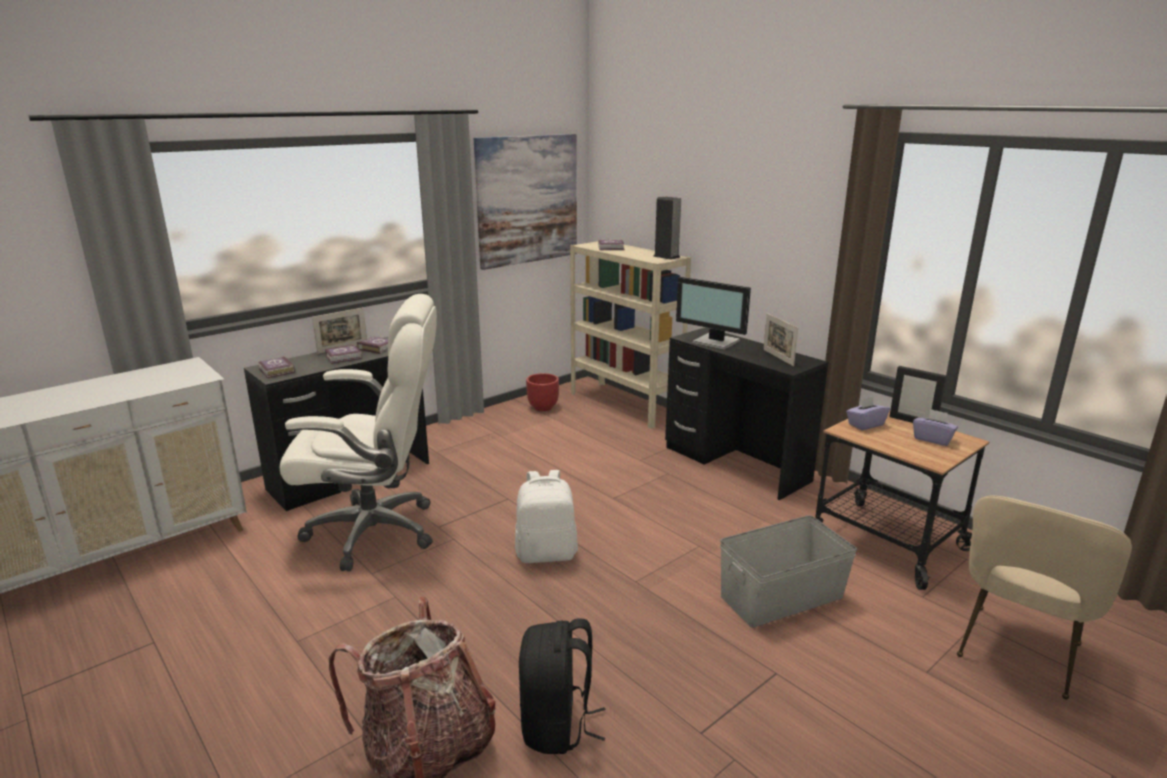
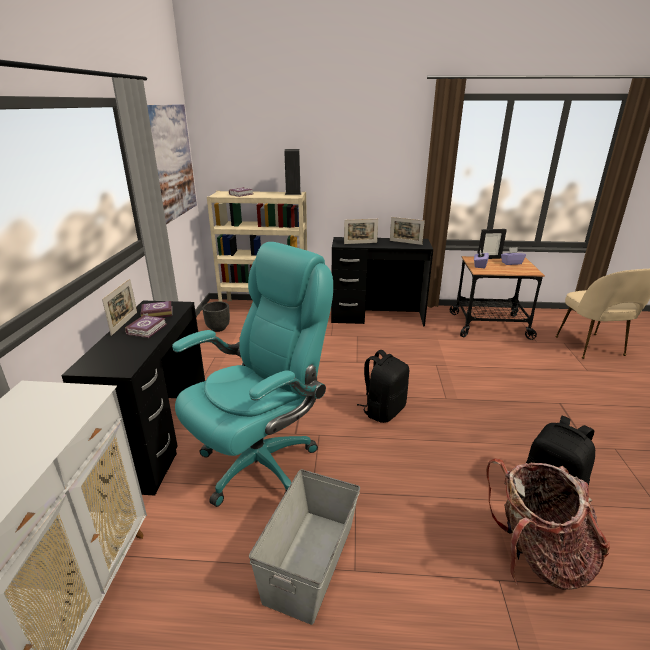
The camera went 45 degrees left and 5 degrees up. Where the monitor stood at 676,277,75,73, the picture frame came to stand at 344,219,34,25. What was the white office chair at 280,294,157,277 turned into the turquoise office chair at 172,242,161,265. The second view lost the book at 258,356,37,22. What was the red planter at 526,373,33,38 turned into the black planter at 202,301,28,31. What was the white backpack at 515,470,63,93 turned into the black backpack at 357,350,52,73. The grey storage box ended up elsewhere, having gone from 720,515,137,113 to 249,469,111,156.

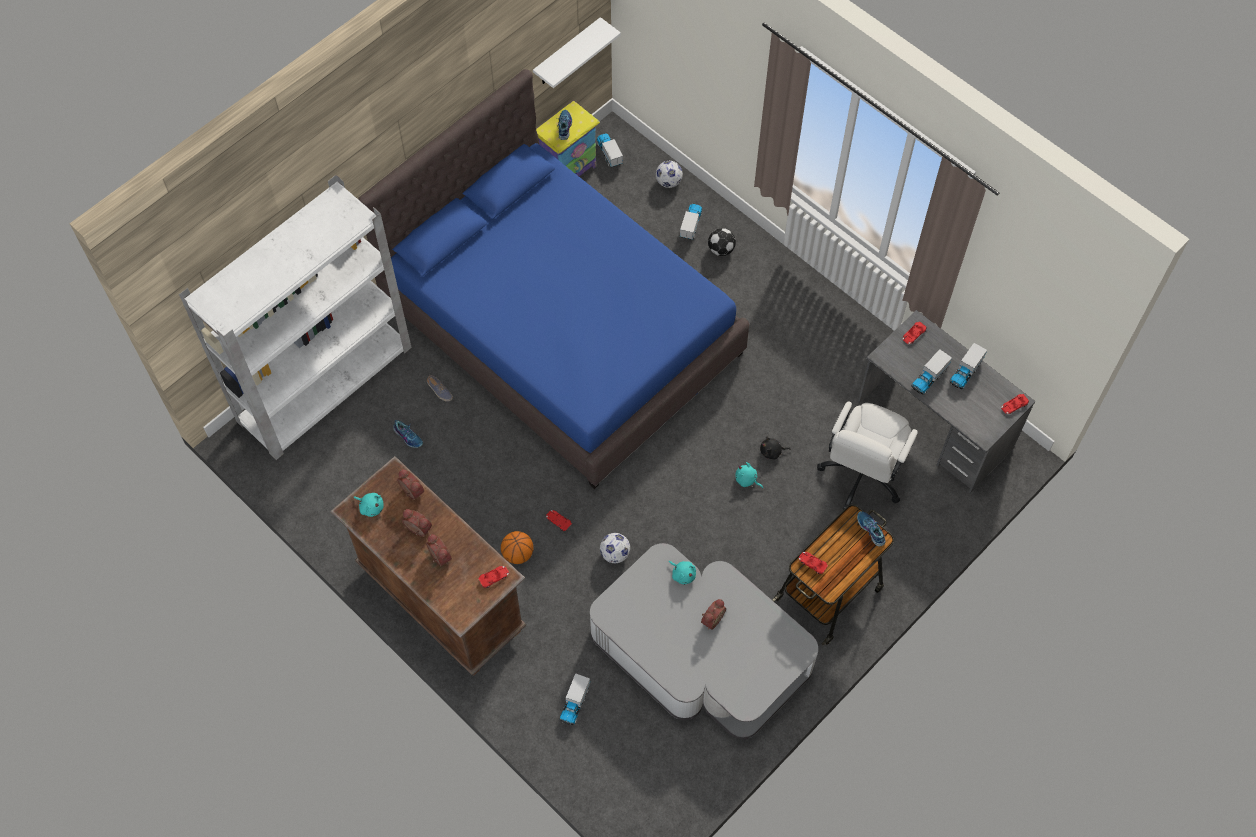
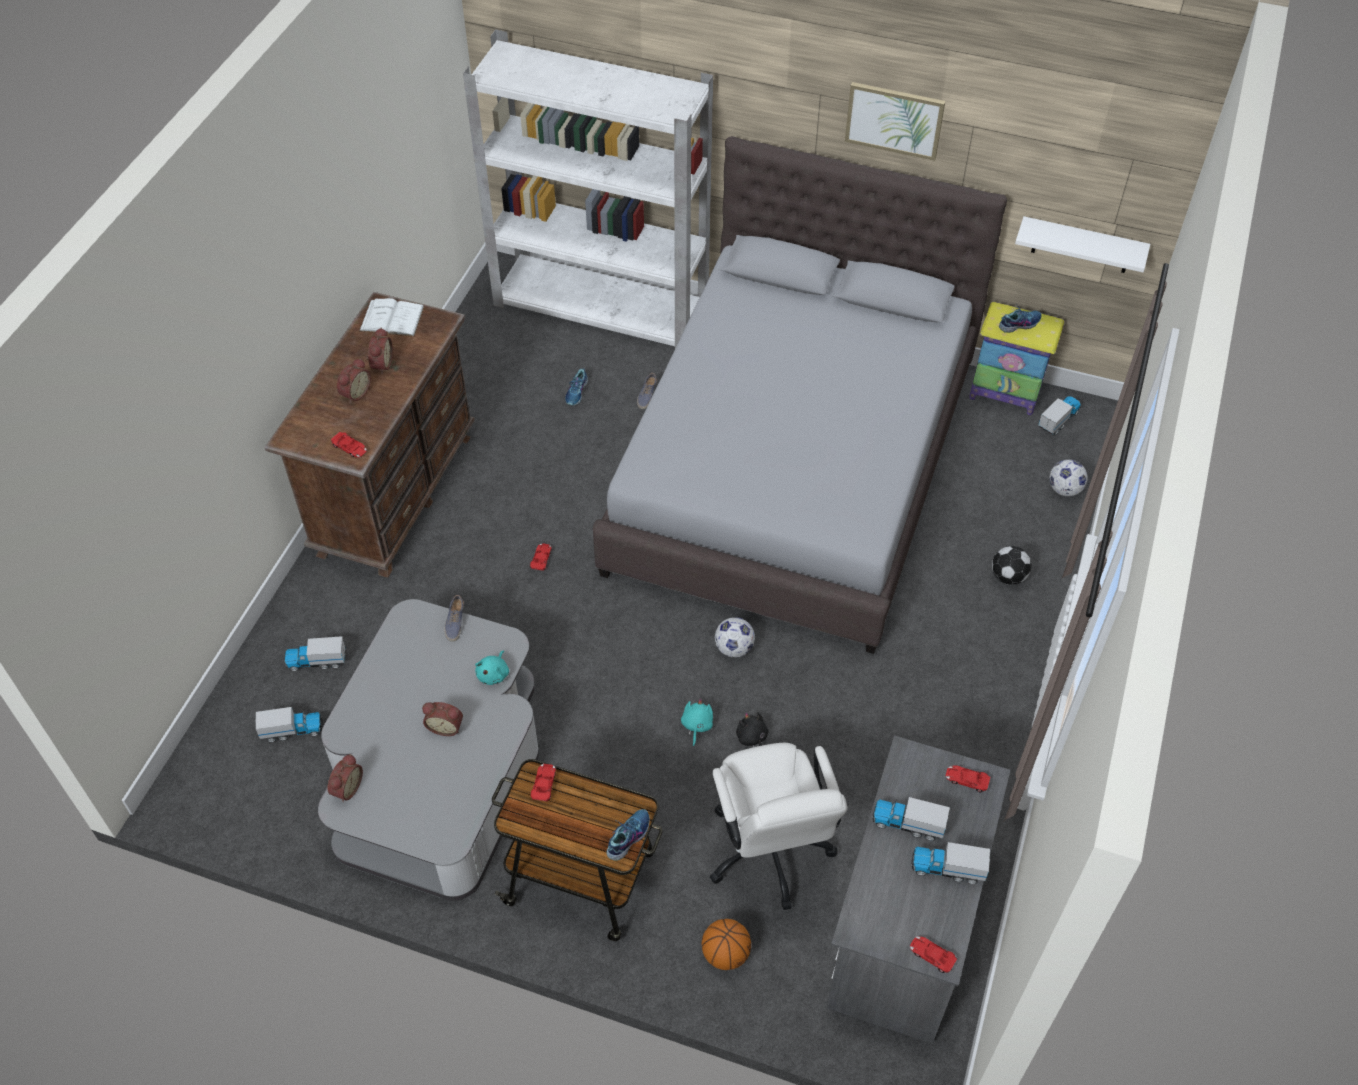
The camera went 65 degrees right and 10 degrees down. What was the blue bed at 358,69,391,420 turned into the grey bed at 593,136,414,518. The toy truck ended up elsewhere, having gone from 680,204,22,36 to 255,707,68,36. The white office chair at 817,402,100,107 ended up facing another way, 105 degrees counterclockwise from before. The alarm clock ended up elsewhere, having gone from 397,469,27,31 to 327,754,36,48. Where the turquoise plush toy stood at 353,493,31,24, the white book came to stand at 359,298,66,39. The basketball ended up elsewhere, having gone from 501,531,33,33 to 701,919,50,51. The football ended up elsewhere, having gone from 600,533,30,30 to 715,617,40,41. The second view gained the picture at 845,82,100,79. The second view gained the shoe at 444,595,20,47.

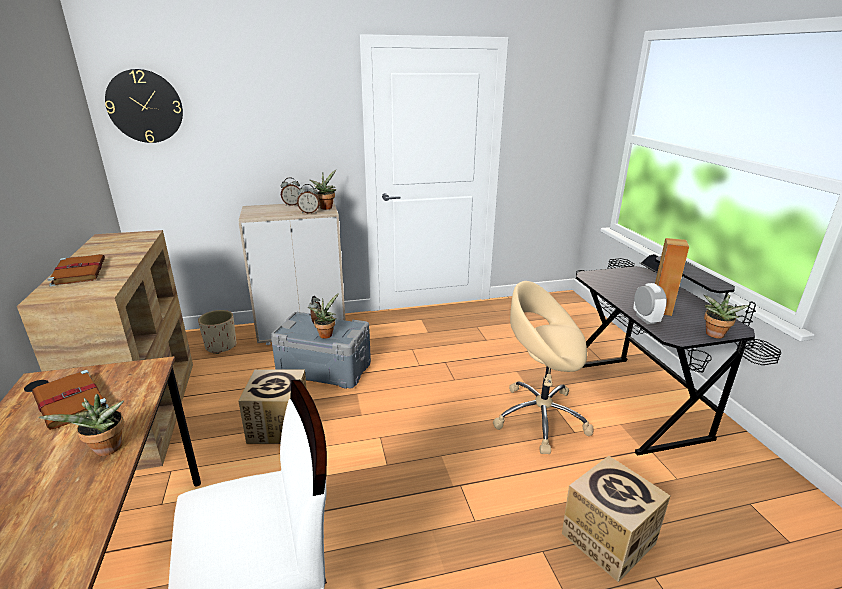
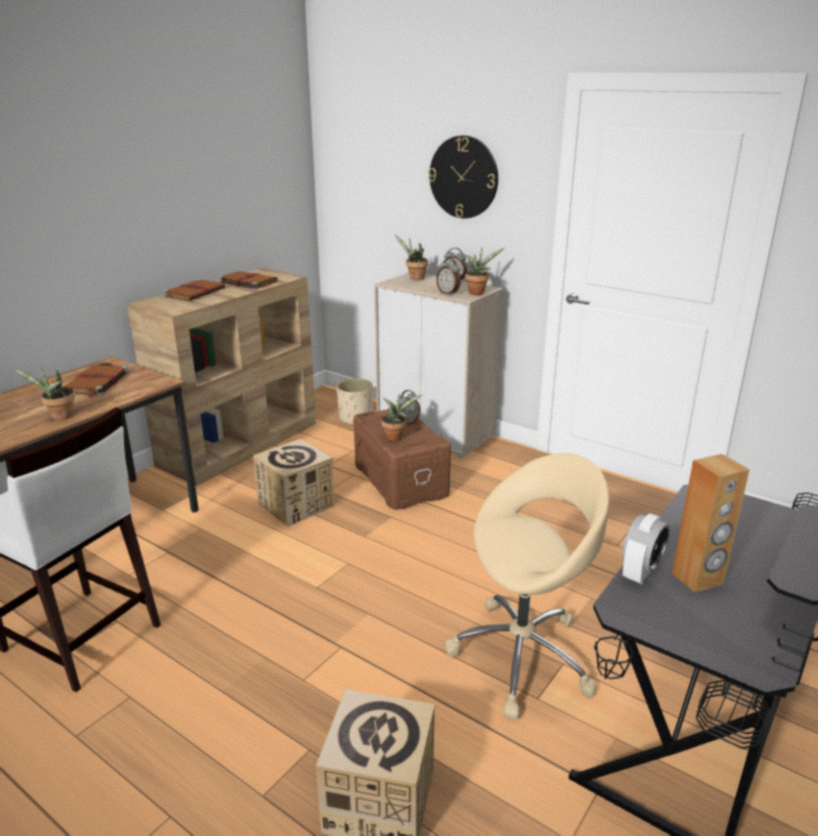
The camera went 50 degrees right and 0 degrees up. The wall clock ended up elsewhere, having gone from 105,69,78,74 to 428,135,70,83. The beige office chair at 493,281,101,173 ended up facing another way, 105 degrees clockwise from before. The potted plant ended up elsewhere, having gone from 704,294,46,45 to 395,235,33,45. What was the grey storage box at 271,312,100,77 turned into the brown storage box at 354,408,97,102. The second view gained the brown book at 218,271,60,19.

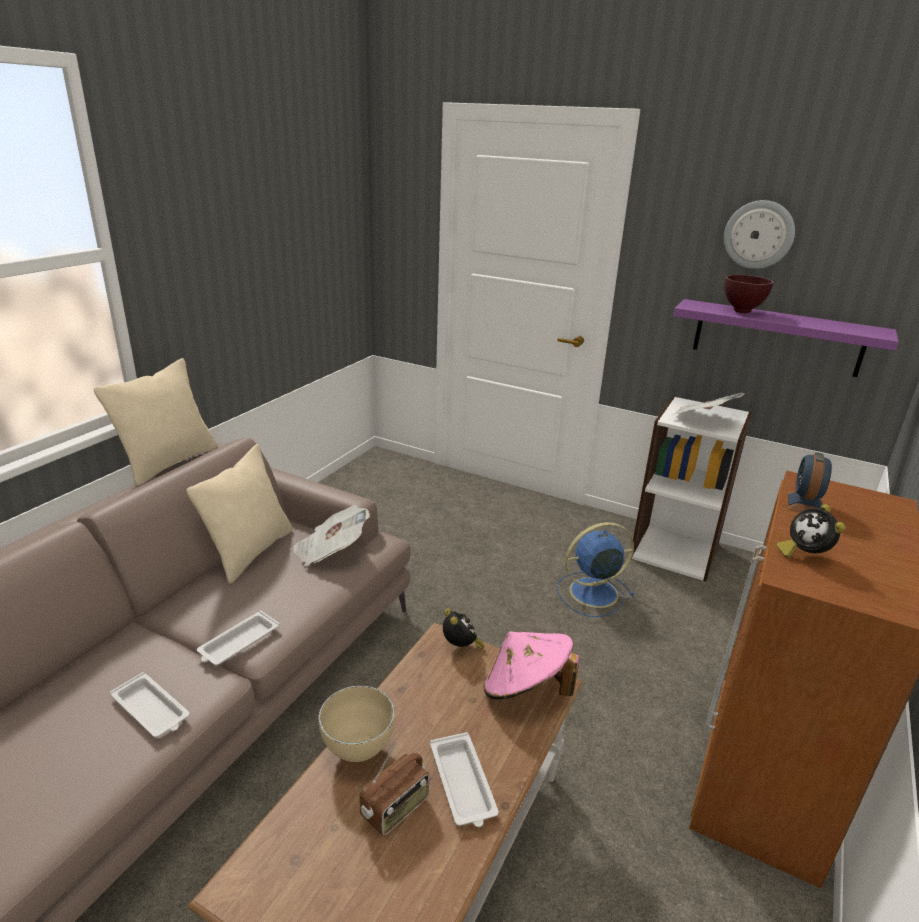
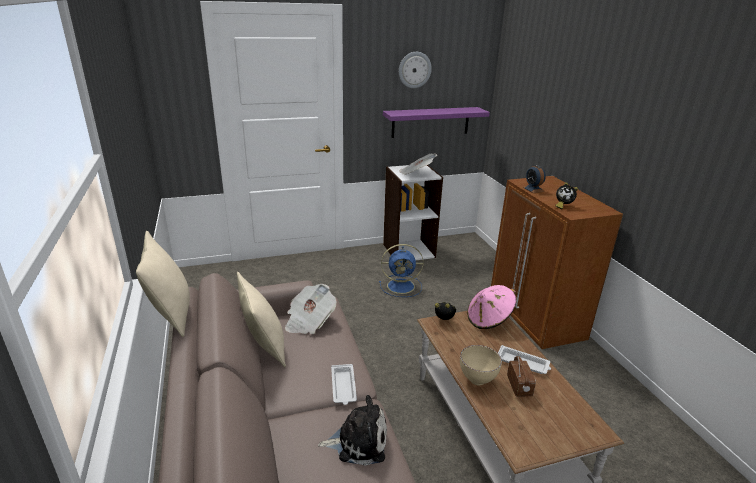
The camera went 45 degrees left and 0 degrees up. The second view lost the brown bowl at 724,275,49,38. The blue fan at 557,522,77,95 ended up facing another way, 120 degrees counterclockwise from before. Where the white tray stood at 110,672,80,65, the plush toy came to stand at 318,395,69,71.

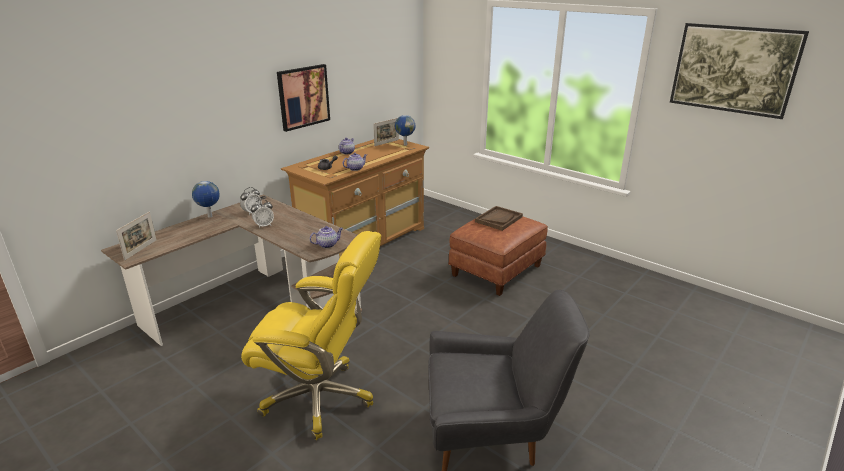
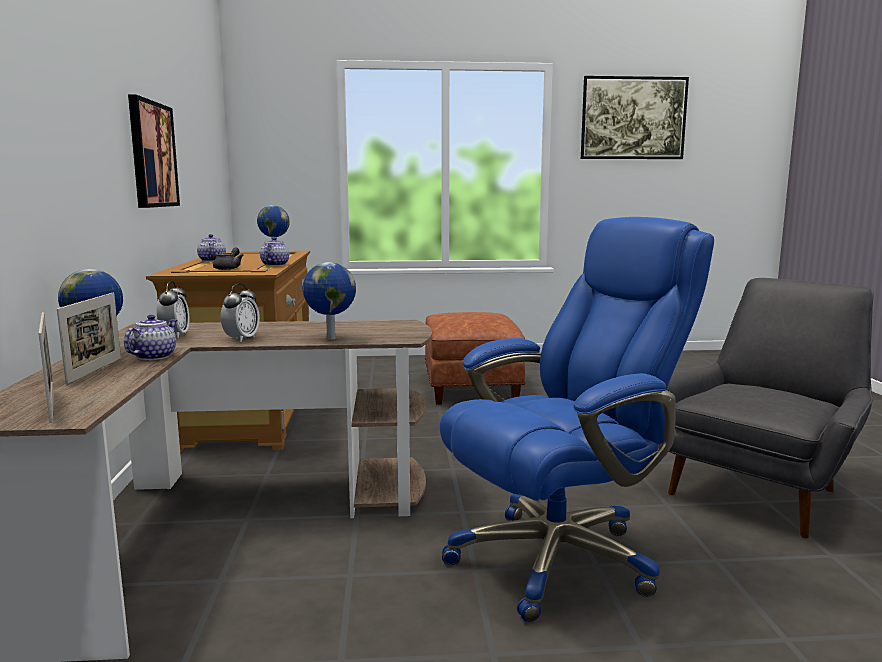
The camera went 45 degrees left and 15 degrees down. The picture frame ended up elsewhere, having gone from 373,118,26,28 to 57,292,64,92. The second view lost the brown tray at 475,206,48,25. The teapot ended up elsewhere, having gone from 310,226,33,22 to 124,315,53,45. What was the yellow office chair at 241,231,140,209 turned into the blue office chair at 440,217,274,405. The second view gained the globe at 303,262,53,78.

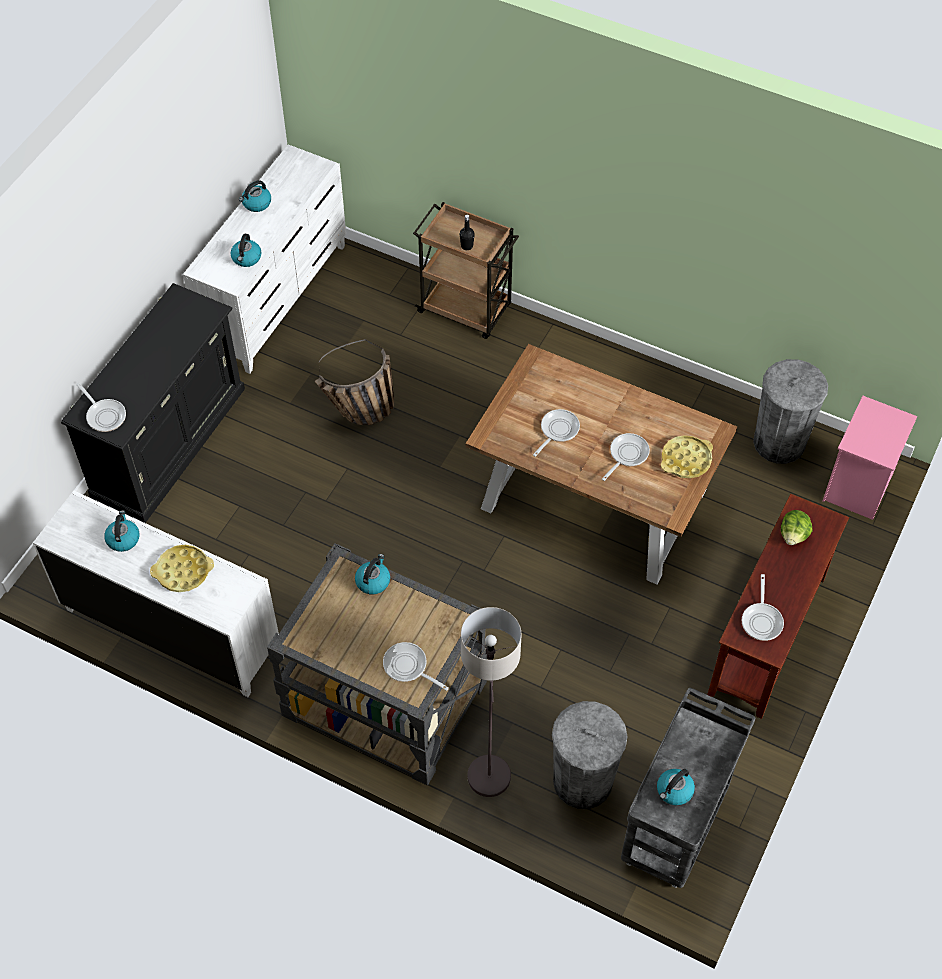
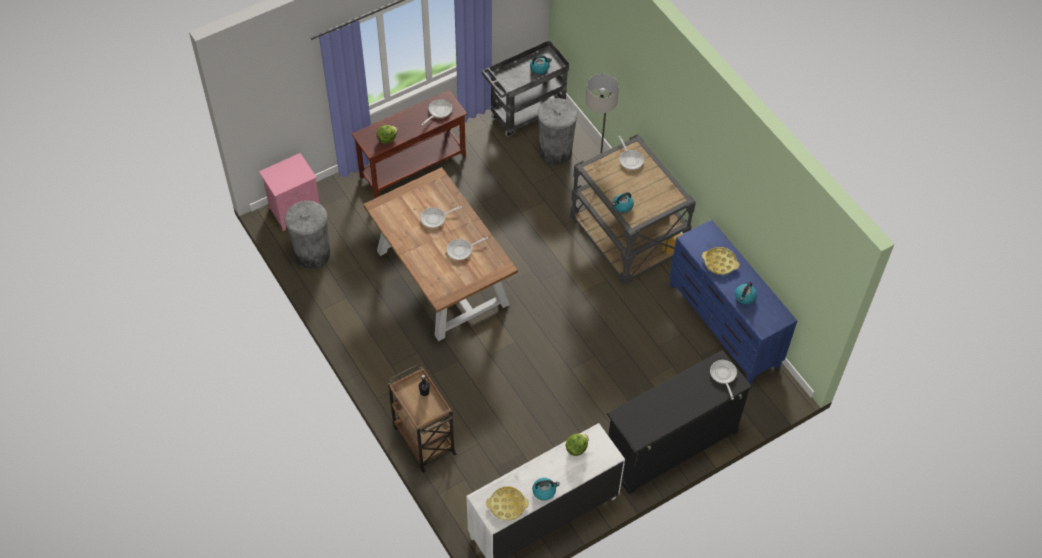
The camera went 150 degrees left and 0 degrees up. Where the kettle stood at 231,234,30,33, the lettuce came to stand at 565,434,23,22. The second view lost the basket at 315,339,79,86. The yellow tray ended up elsewhere, having gone from 661,435,52,43 to 486,486,43,34. What was the white dresser at 33,491,246,206 turned into the blue dresser at 669,220,128,164.

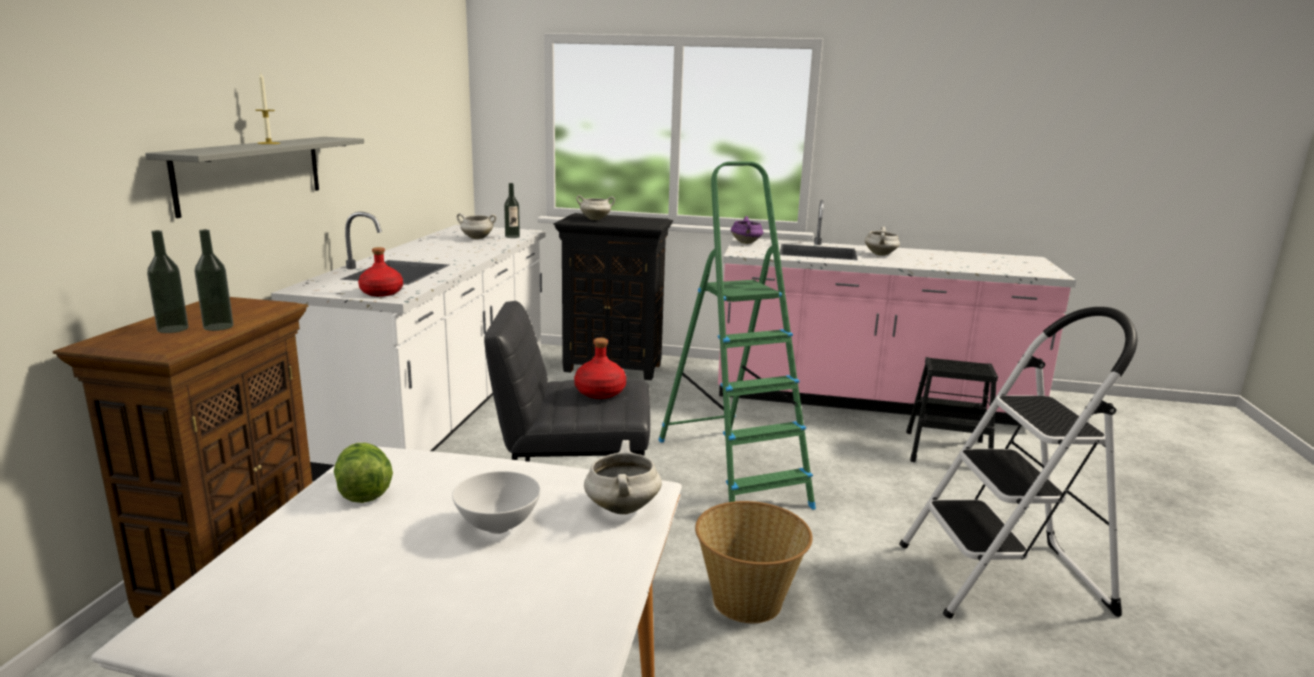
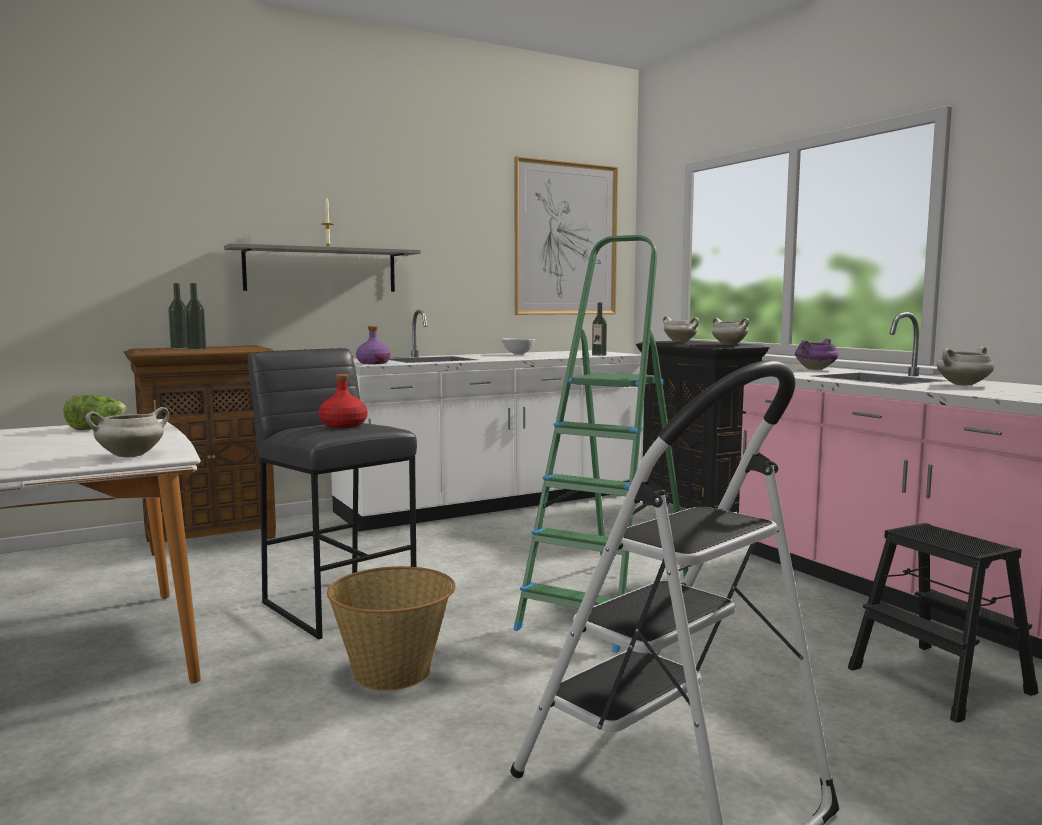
The camera went 50 degrees right and 10 degrees down. The white cooking pot ended up elsewhere, having gone from 457,213,40,26 to 712,318,37,27. What was the red bottle at 358,247,45,50 turned into the purple bottle at 356,326,35,38. The white bowl ended up elsewhere, having gone from 452,471,89,63 to 502,338,33,17. The second view gained the picture at 515,156,103,159.

